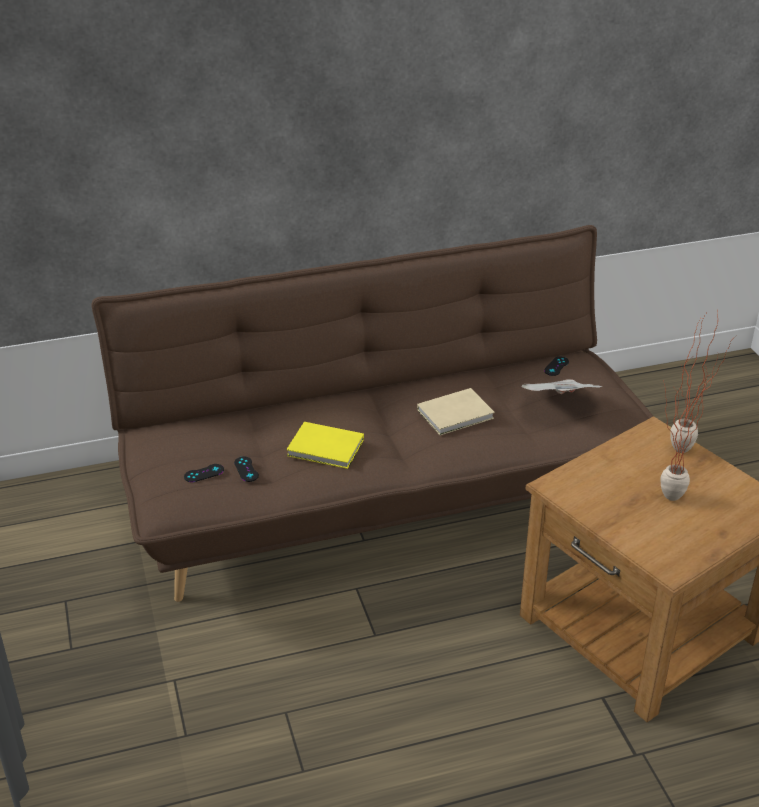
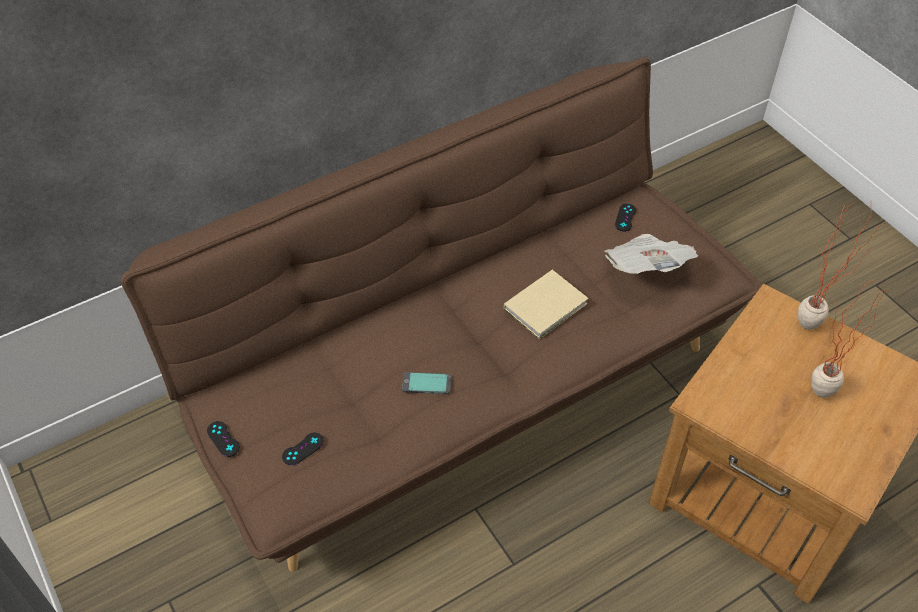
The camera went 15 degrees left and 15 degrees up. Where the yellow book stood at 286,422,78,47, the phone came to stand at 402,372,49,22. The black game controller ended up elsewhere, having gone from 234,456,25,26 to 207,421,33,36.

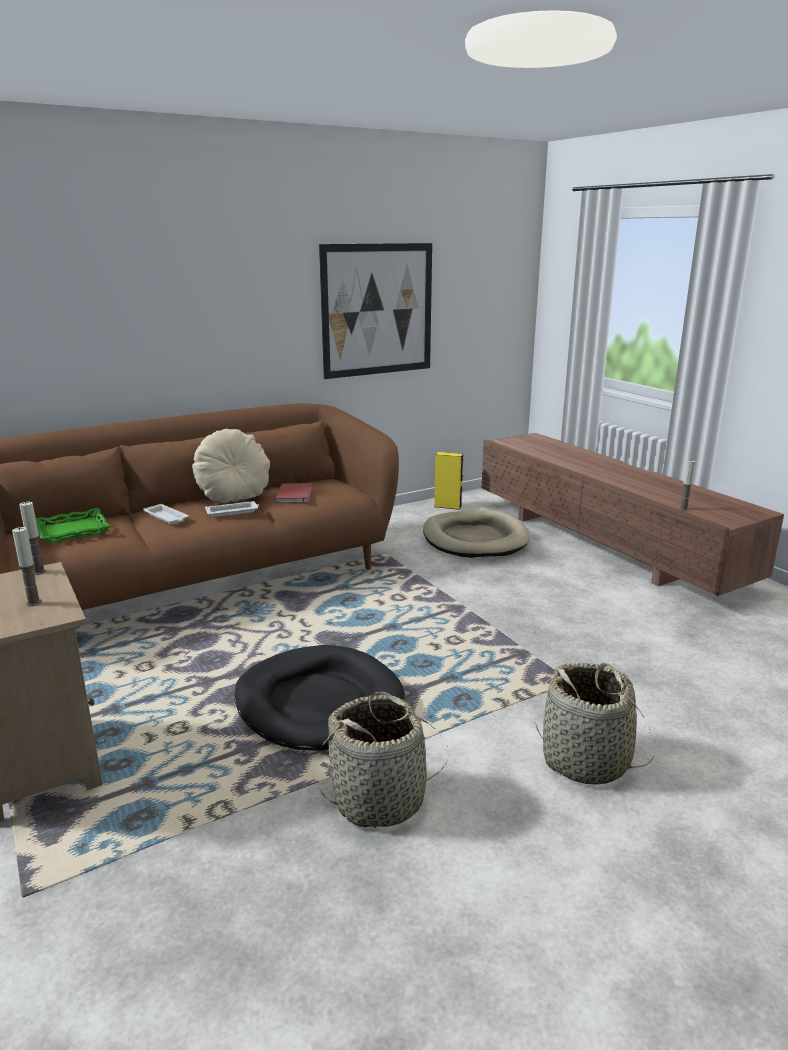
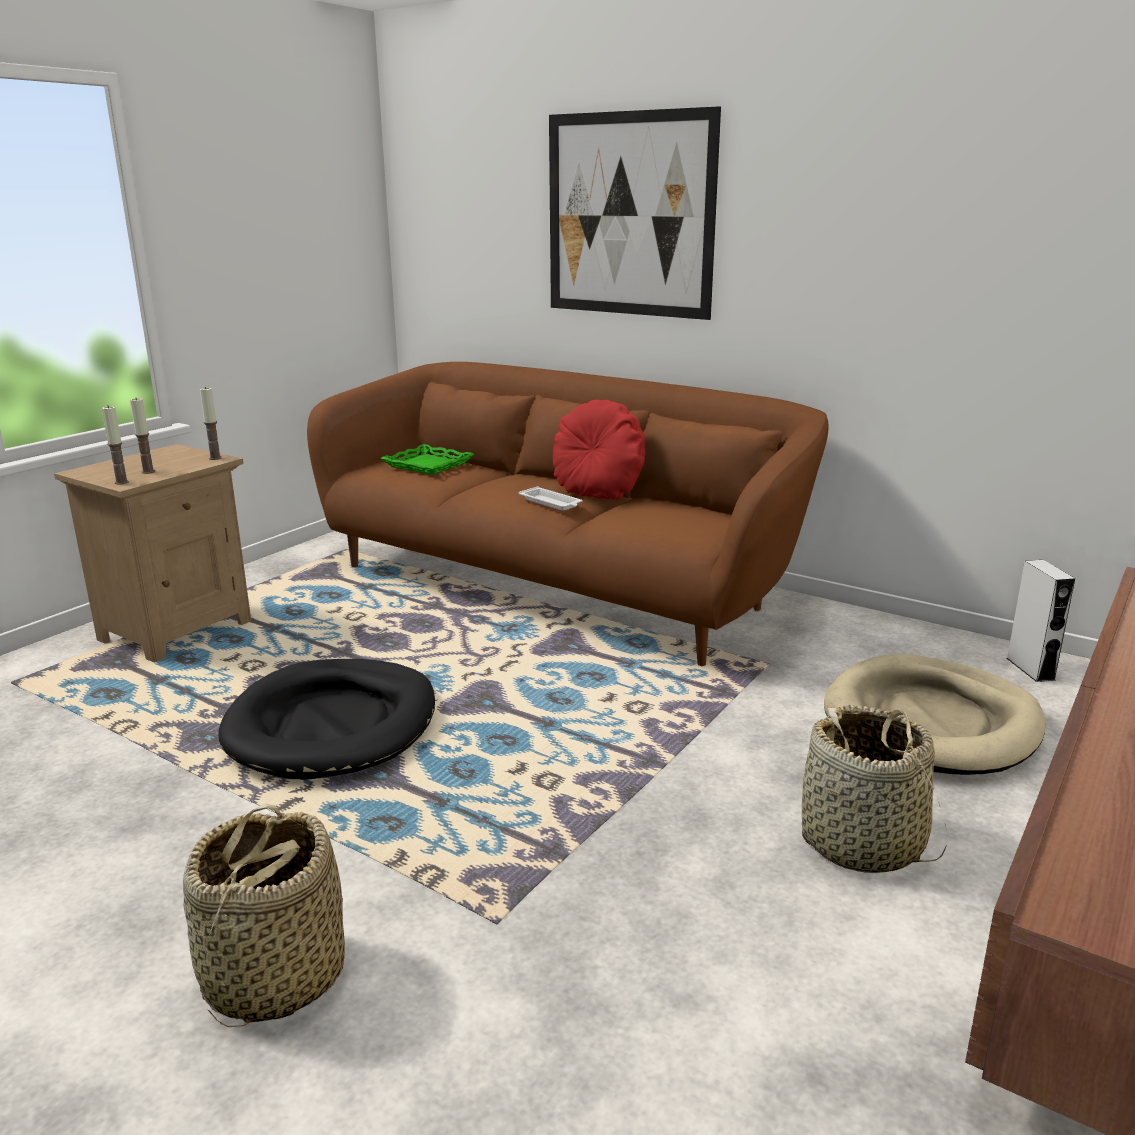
The camera went 65 degrees right and 0 degrees up. The picture ended up elsewhere, having gone from 319,243,113,136 to 549,106,172,214. What was the beige pillow at 192,429,78,74 turned into the red pillow at 553,400,92,100. What was the yellow speaker at 434,452,29,58 turned into the grey speaker at 1006,560,69,122. The candle ended up elsewhere, having gone from 679,460,16,51 to 102,405,27,79. The second view lost the red book at 275,483,37,20. The second view lost the white tray at 143,504,46,20. The basket ended up elsewhere, having gone from 319,692,129,136 to 802,705,145,168.

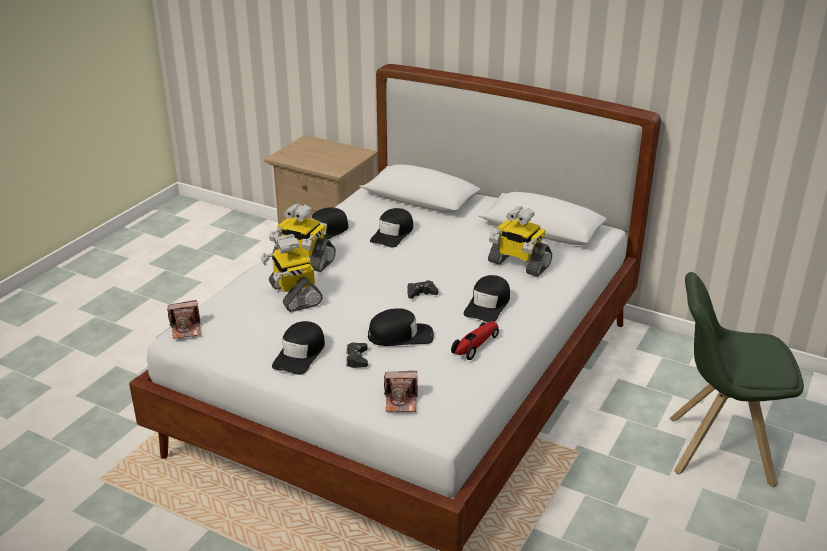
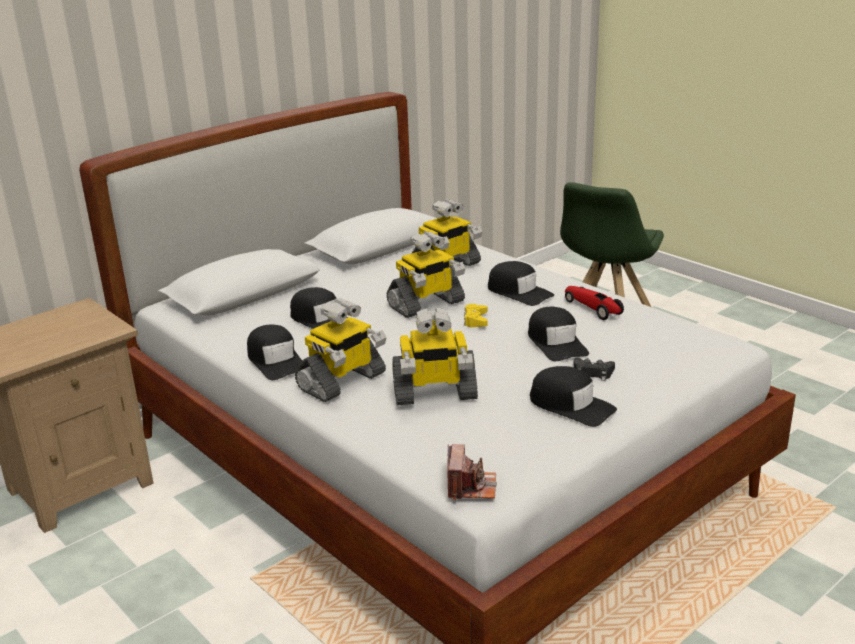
The camera went 70 degrees left and 5 degrees down. What was the black game controller at 407,280,31,19 turned into the yellow game controller at 464,304,24,23. The black cap at 368,308,66,38 ended up facing another way, 150 degrees clockwise from before. The second view lost the photo camera at 384,371,34,41. The second view gained the toy robot at 387,231,78,87.

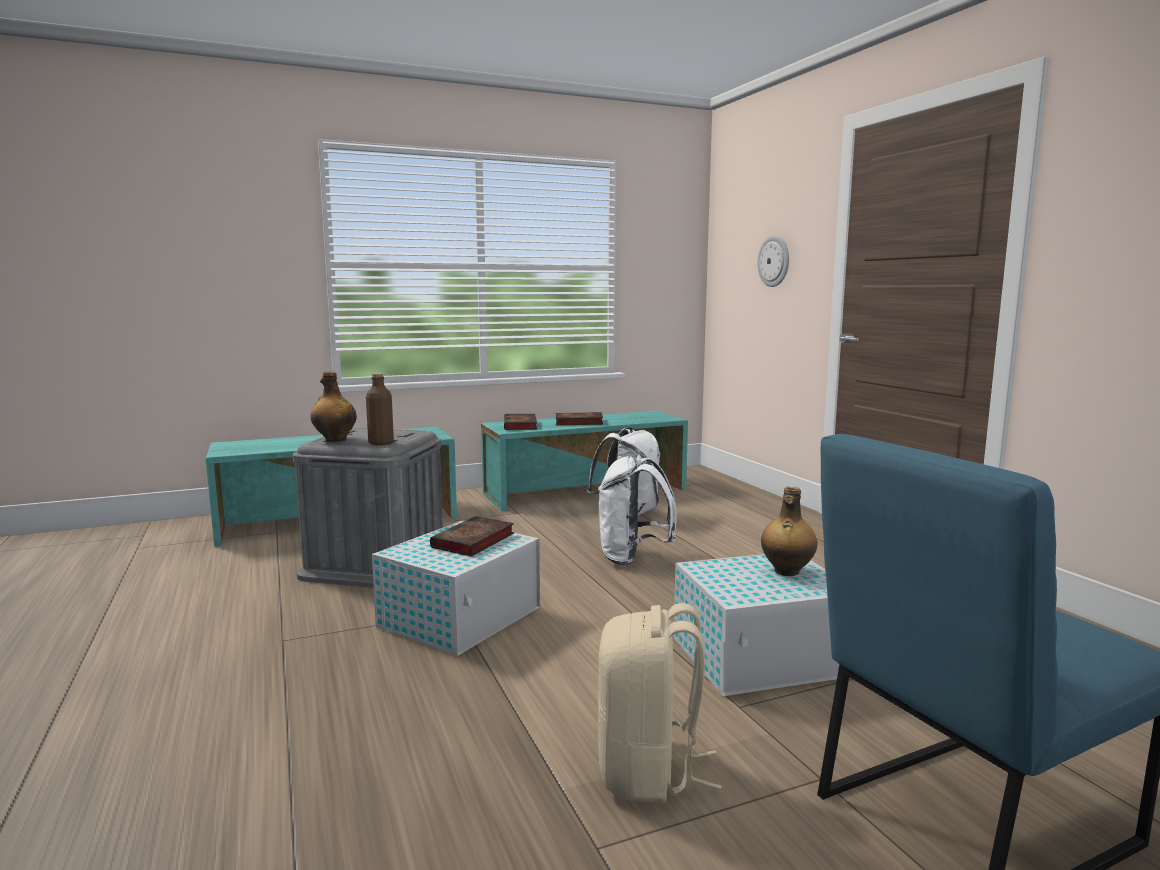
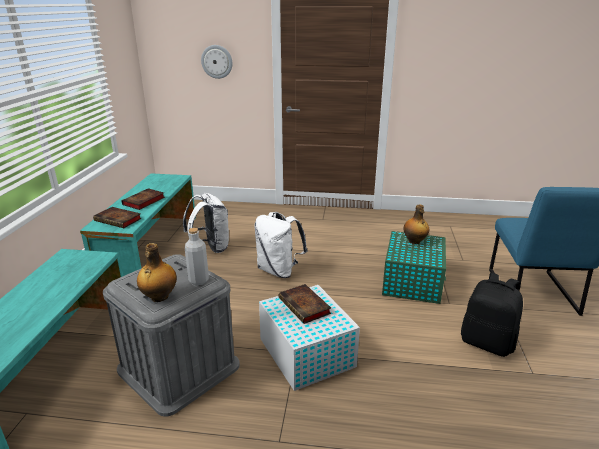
The camera went 60 degrees left and 15 degrees up. What was the brown bottle at 366,373,28,72 turned into the grey bottle at 185,228,24,57. What was the white storage box at 674,554,165,142 turned into the green storage box at 382,231,64,73. What was the beige backpack at 598,603,124,201 turned into the black backpack at 461,273,62,84.

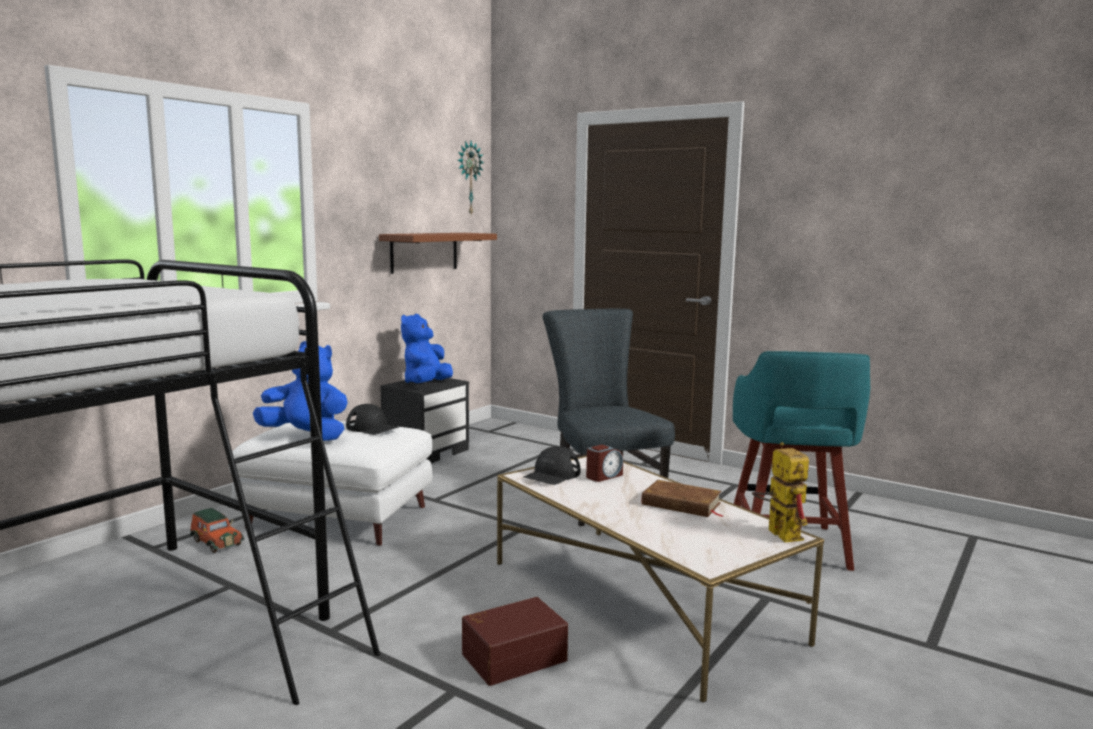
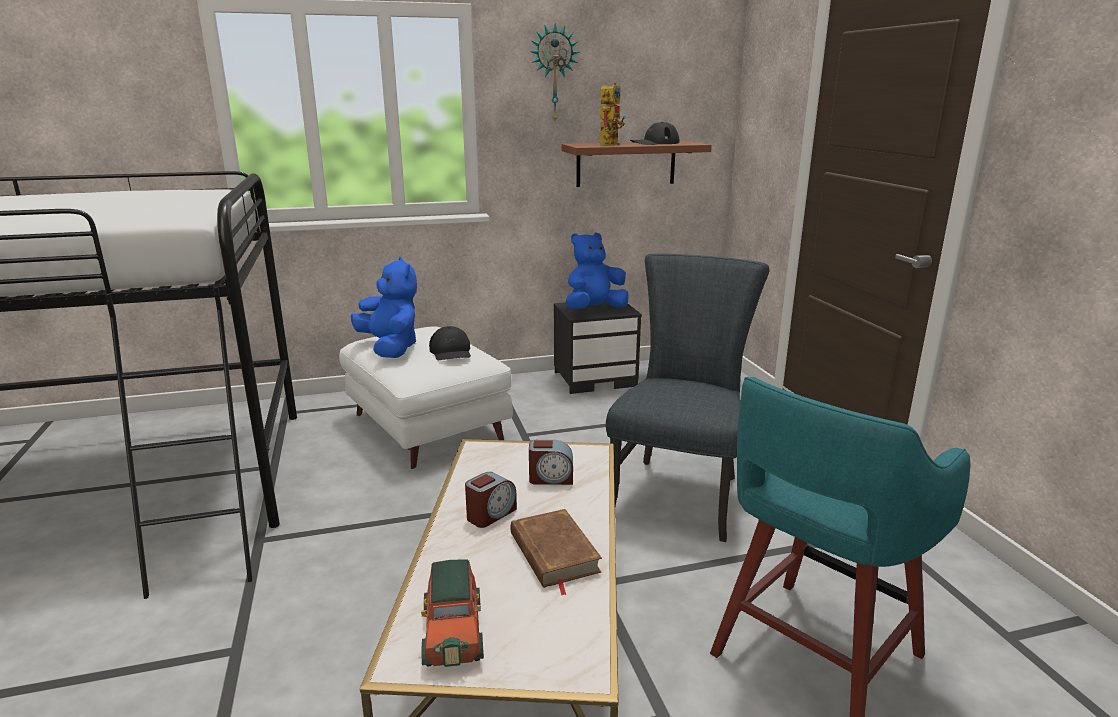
The camera went 40 degrees right and 10 degrees up. The wall clock ended up elsewhere, having gone from 458,141,26,74 to 530,24,50,97. The toy robot ended up elsewhere, having gone from 752,442,57,101 to 600,82,26,64. The black cap ended up elsewhere, having gone from 524,446,56,39 to 630,122,49,23. The toy car ended up elsewhere, having gone from 190,508,54,45 to 421,559,63,108. The second view lost the brown storage box at 462,597,106,89. The second view gained the alarm clock at 465,472,52,56.

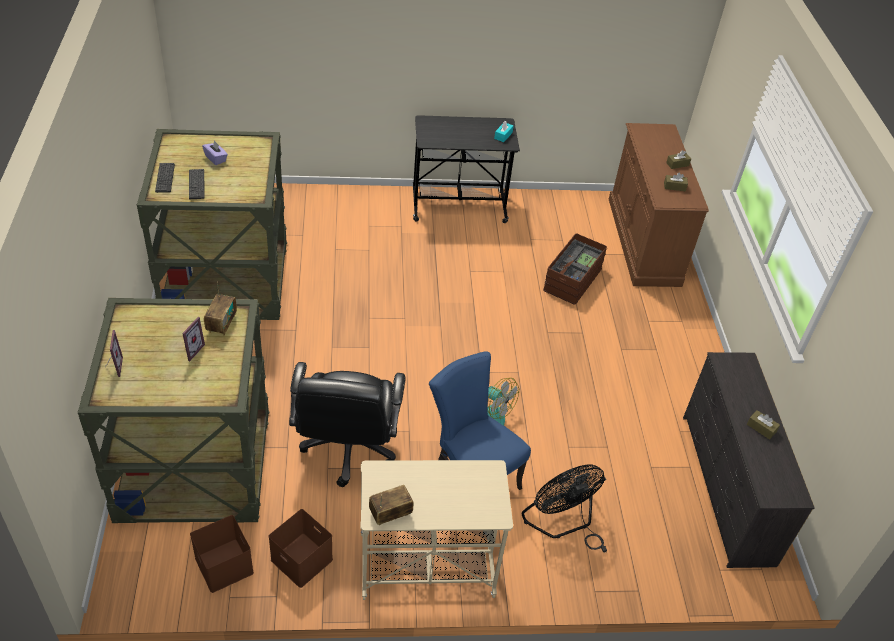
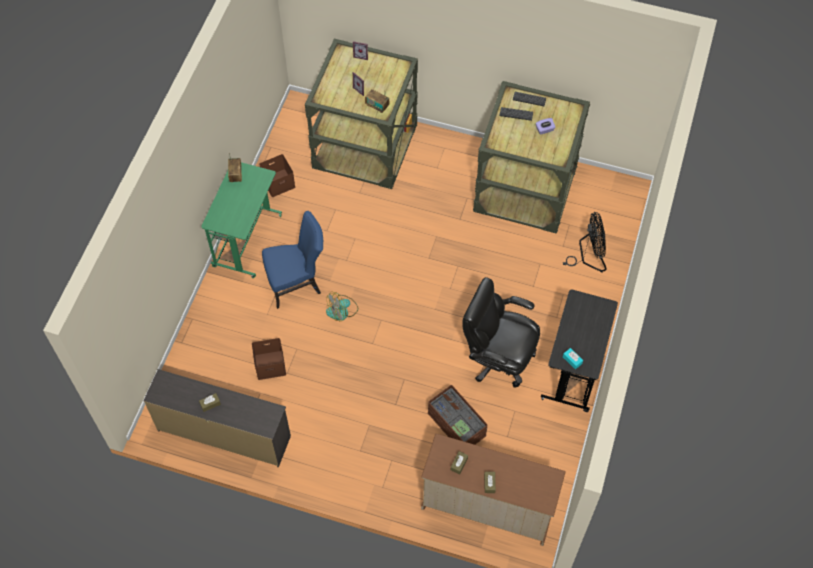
The camera went 115 degrees right and 15 degrees up. The black office chair ended up elsewhere, having gone from 289,362,116,125 to 462,277,78,111. What was the beige desk at 360,460,153,140 turned into the green desk at 201,162,81,116. The black fan ended up elsewhere, having gone from 522,464,85,89 to 563,212,44,61. The brown storage box ended up elsewhere, having gone from 190,515,64,78 to 252,338,34,42.

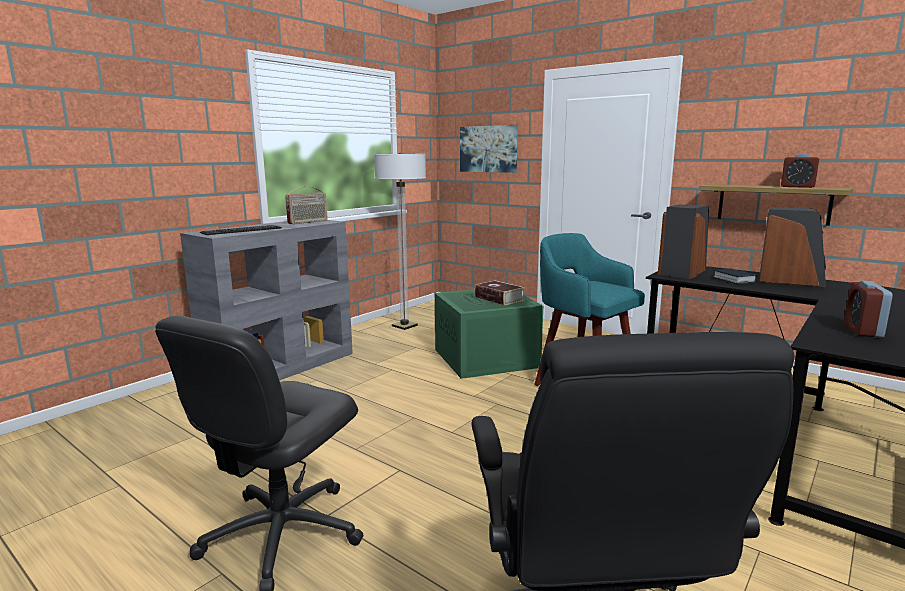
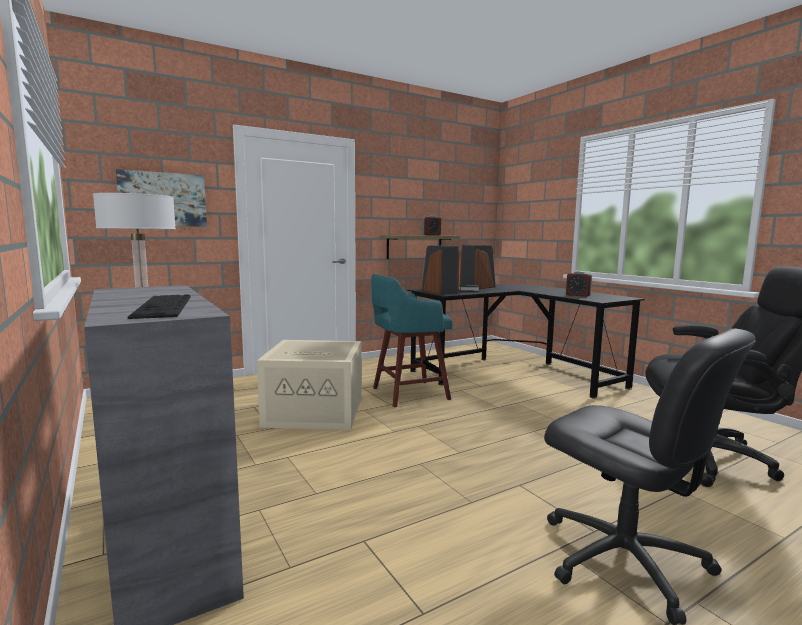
The camera went 70 degrees left and 5 degrees down. The second view lost the radio at 285,186,43,38. The second view lost the book at 474,280,51,26. What was the green storage box at 435,289,108,90 turned into the beige storage box at 257,340,105,90.

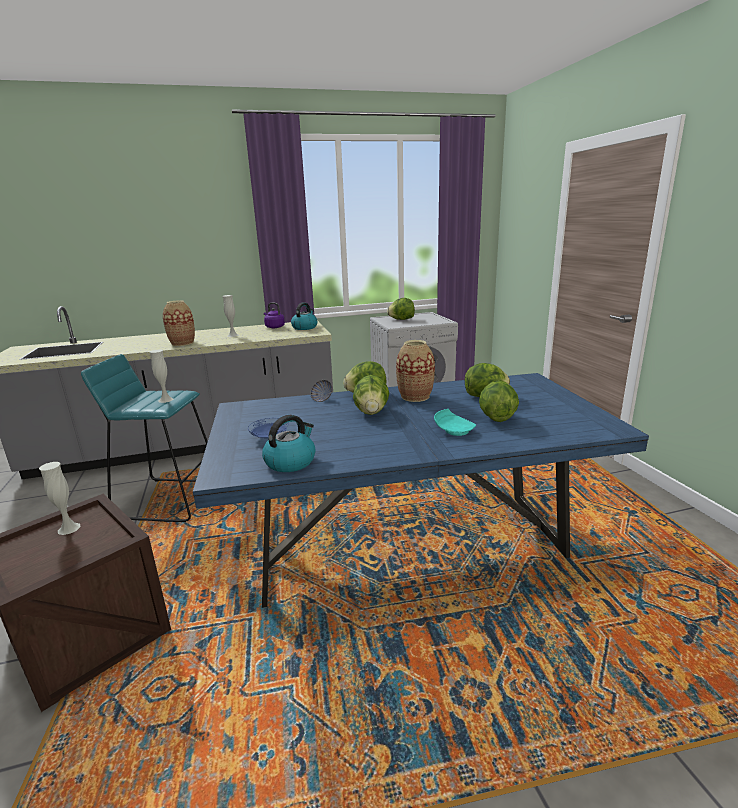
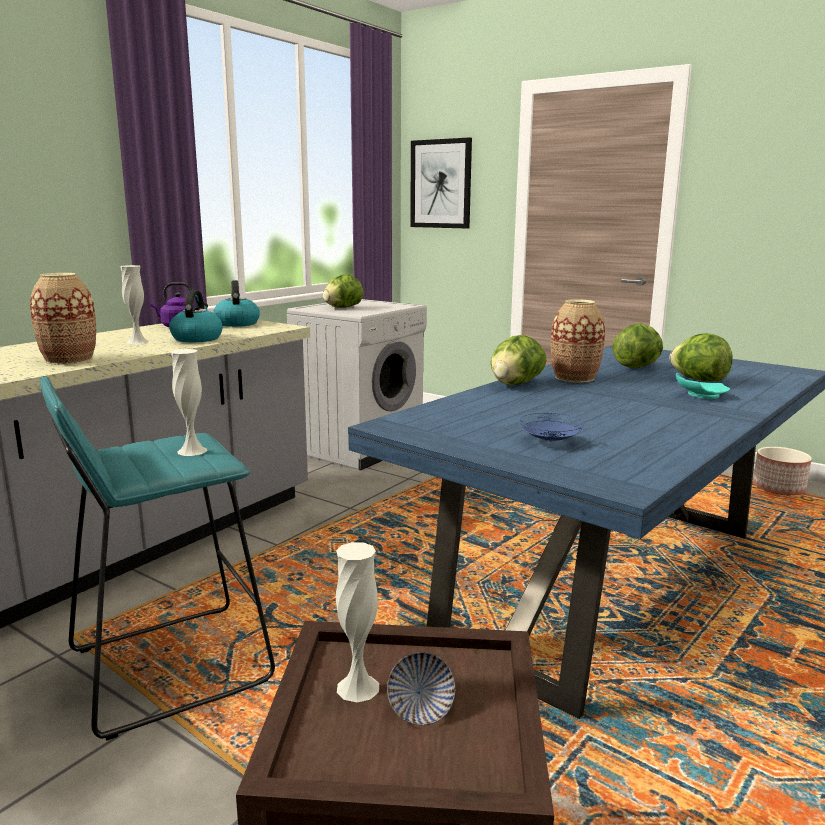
The camera went 40 degrees left and 5 degrees down. The second view lost the lettuce at 353,375,36,40. The bowl ended up elsewhere, having gone from 310,380,22,22 to 387,652,69,73. The kettle ended up elsewhere, having gone from 262,415,54,57 to 169,290,54,52. The second view gained the picture at 410,137,62,92. The second view gained the planter at 753,447,59,48.

